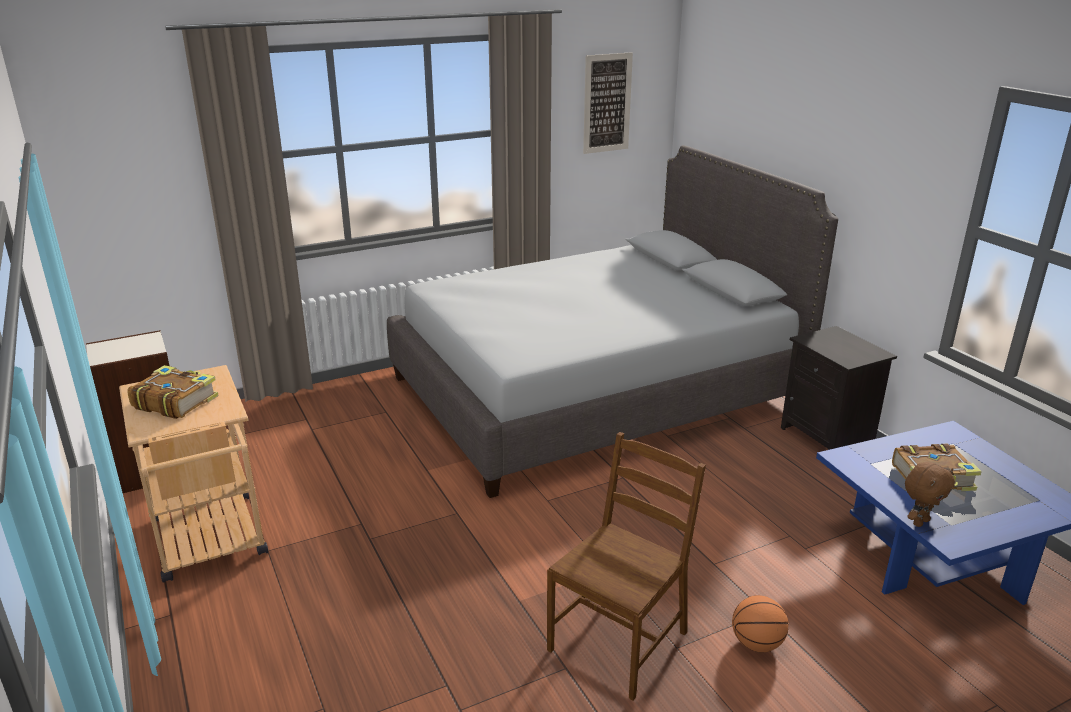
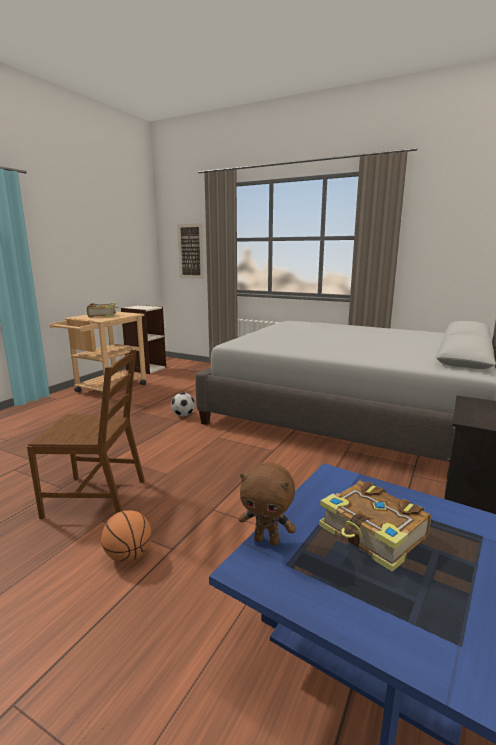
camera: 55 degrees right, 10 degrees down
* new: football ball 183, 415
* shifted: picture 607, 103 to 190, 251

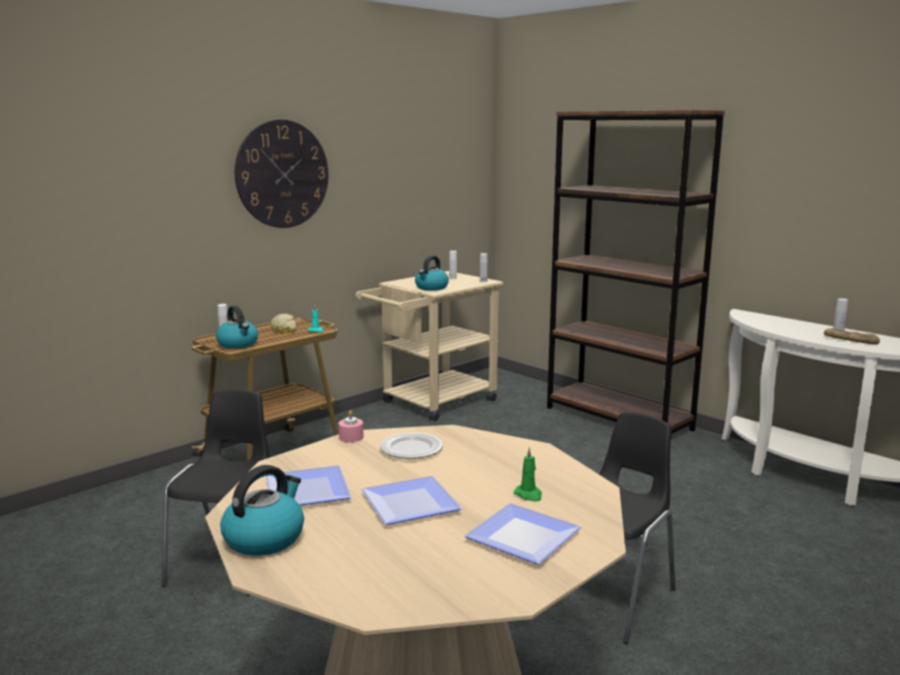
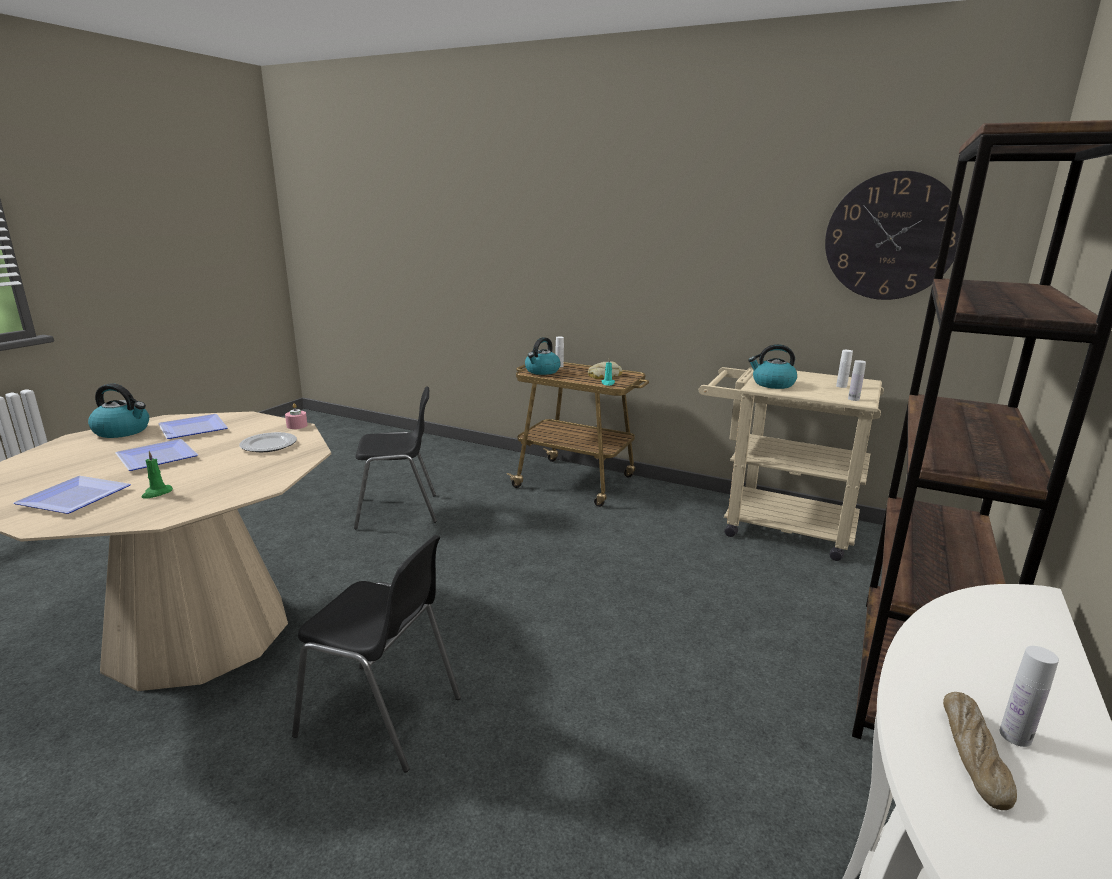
camera: 70 degrees right, 5 degrees up
* shifted: wall clock 282, 174 to 891, 237

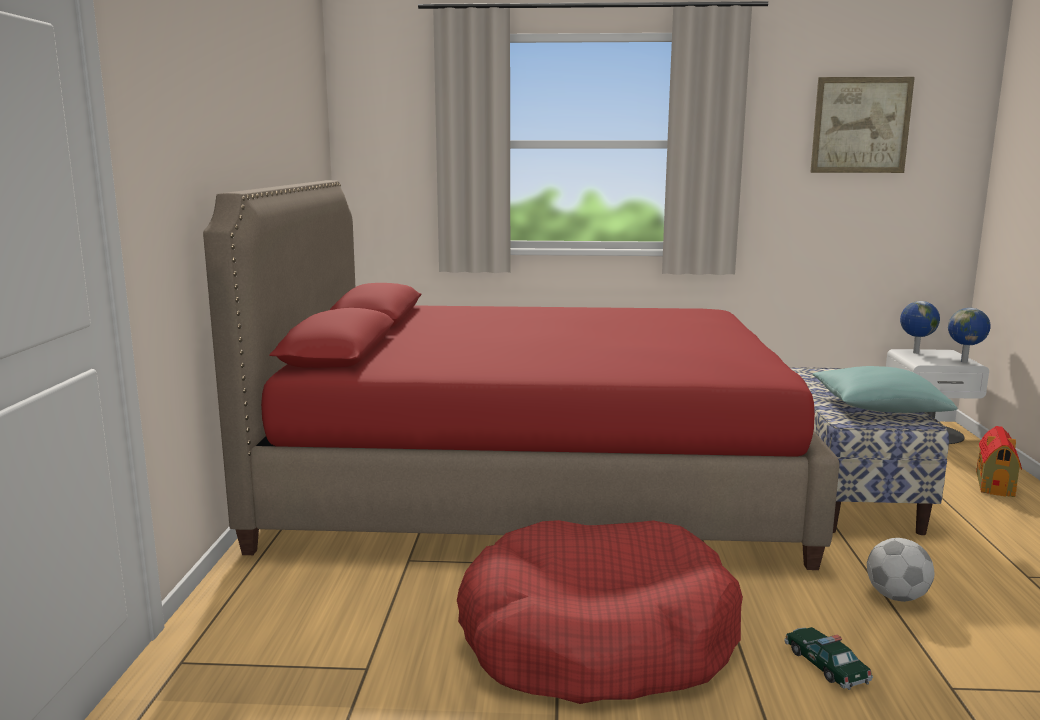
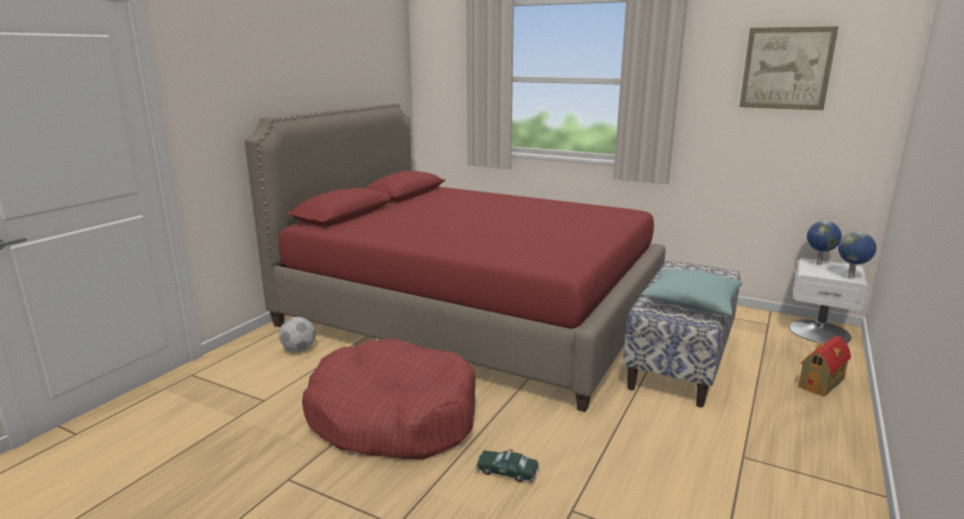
camera: 25 degrees right, 5 degrees up
* shifted: football ball 895, 596 to 298, 349
* rotated: miniature car 825, 665 = 507, 471 75 degrees counterclockwise

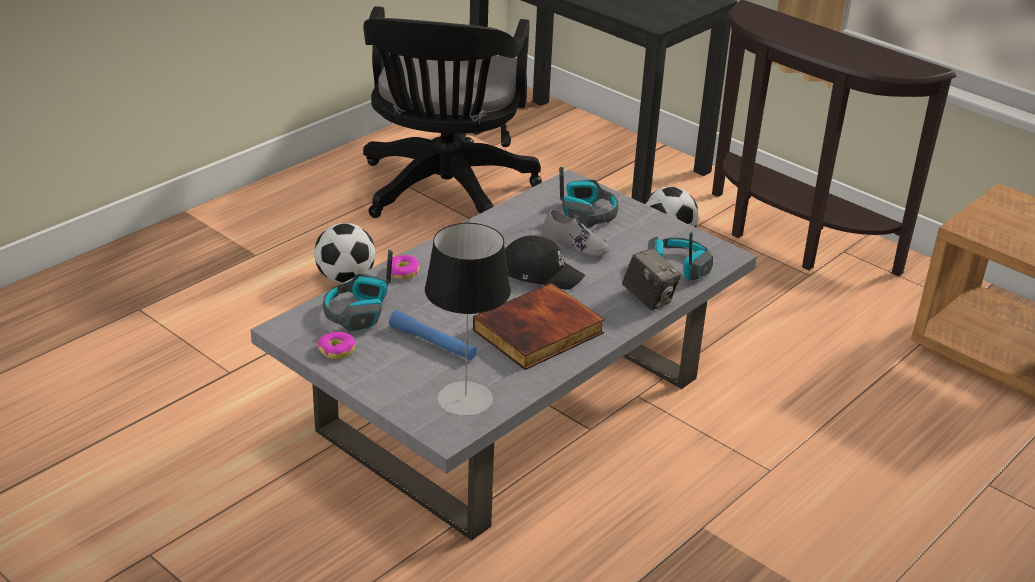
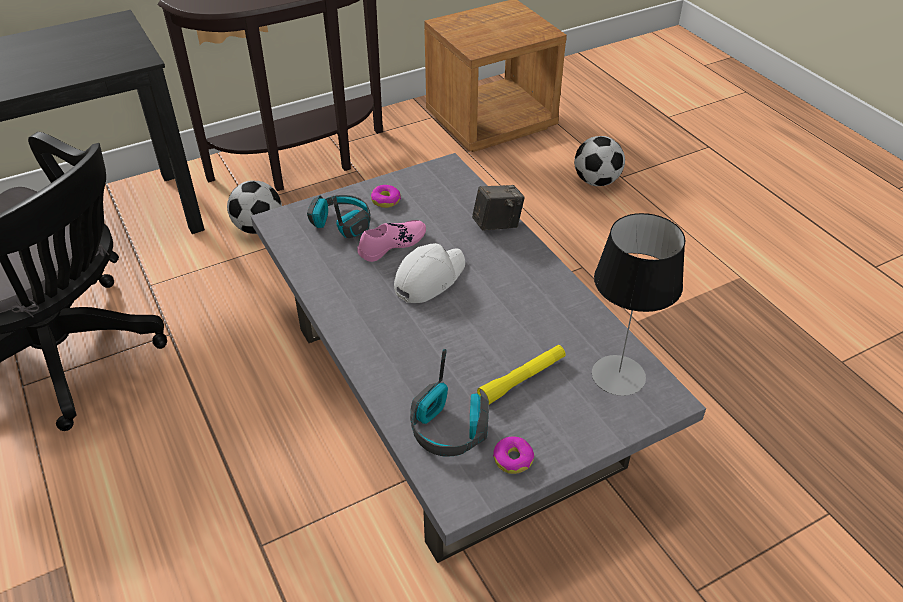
camera: 70 degrees left, 10 degrees up
* gone: volume 539, 333
* gone: pair of headphones 677, 267
* shifted: football ball 346, 278 to 596, 181
* shifted: donut 402, 272 to 386, 200
* repainted: bluish hand torch 432, 343 to yellowish hand torch 522, 379
* repainted: black-coloured peaked cap 540, 273 to white-coloured peaked cap 429, 278
* repainted: grey shoe 576, 245 to pink-coloured shoe 392, 244

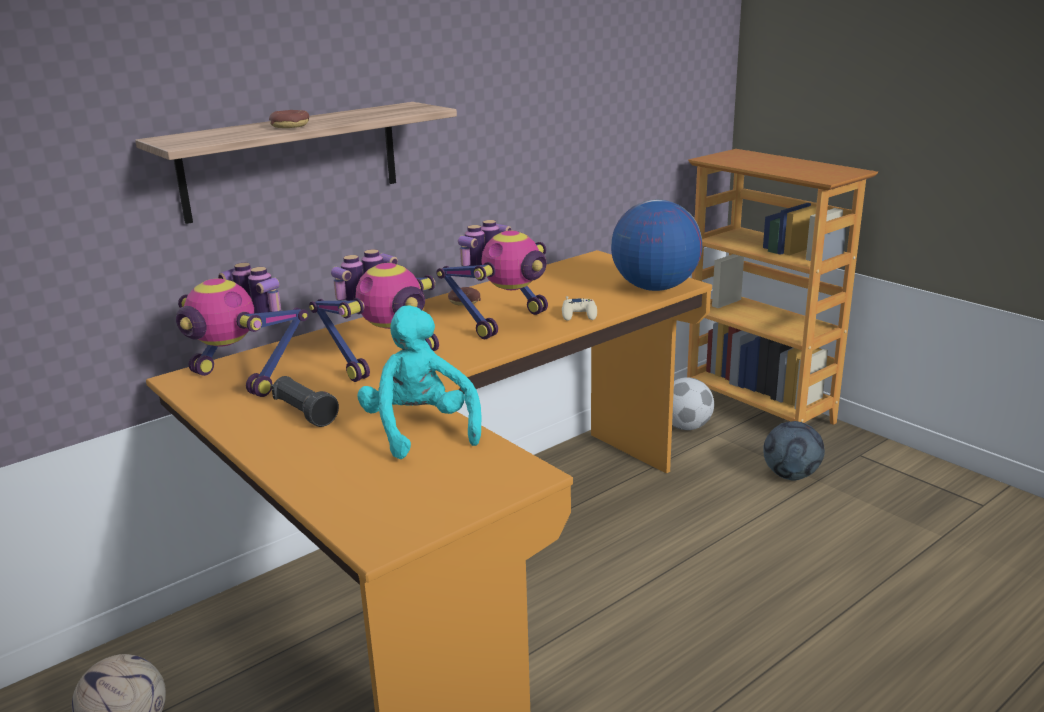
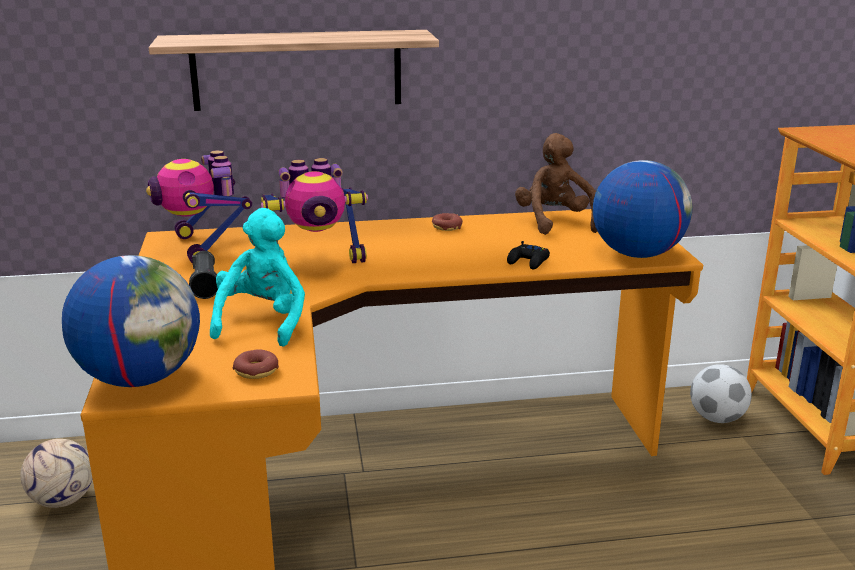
camera: 30 degrees right, 0 degrees up
* gone: toy robot 503, 321
* gone: football ball 791, 475
* new: desk globe 140, 378
* new: brownish cuddly toy 555, 222
* shifted: donut 290, 126 to 256, 371
* repainted: beige-coloured joypad 579, 314 to black-coloured joypad 528, 261

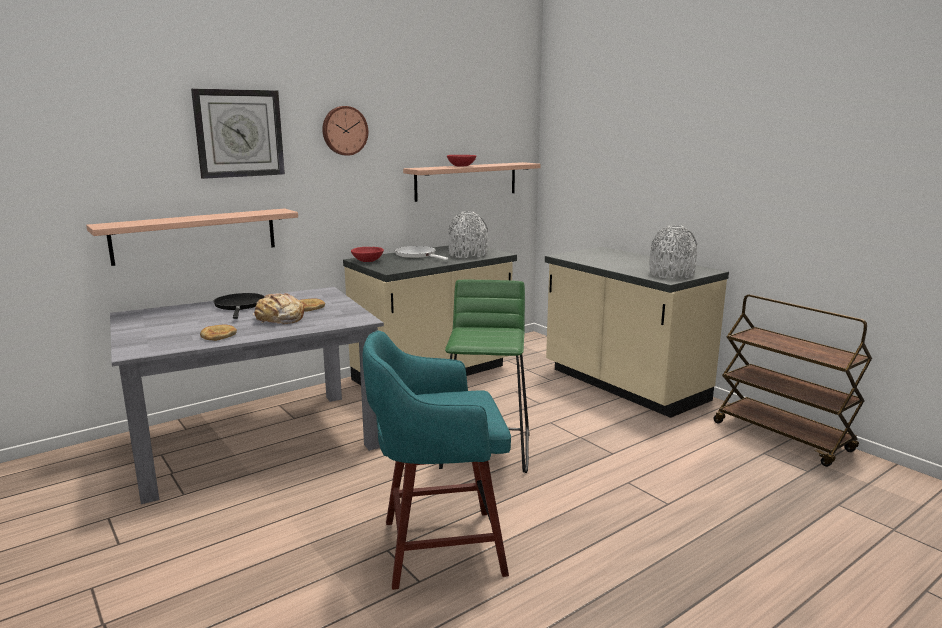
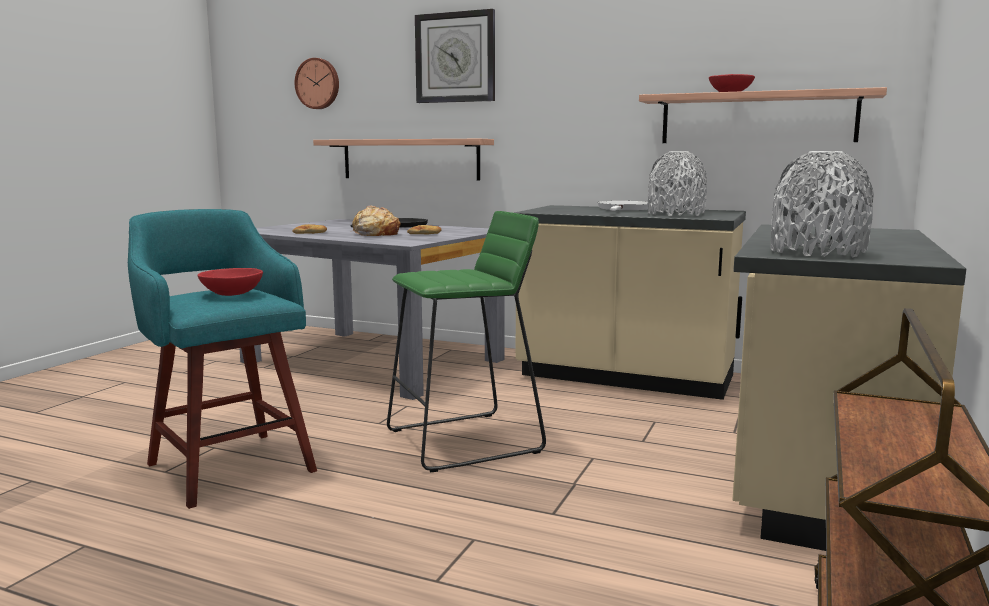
camera: 60 degrees right, 5 degrees down
* shifted: wall clock 344, 130 to 318, 83
* shifted: red-coloured serving bowl 368, 261 to 232, 294

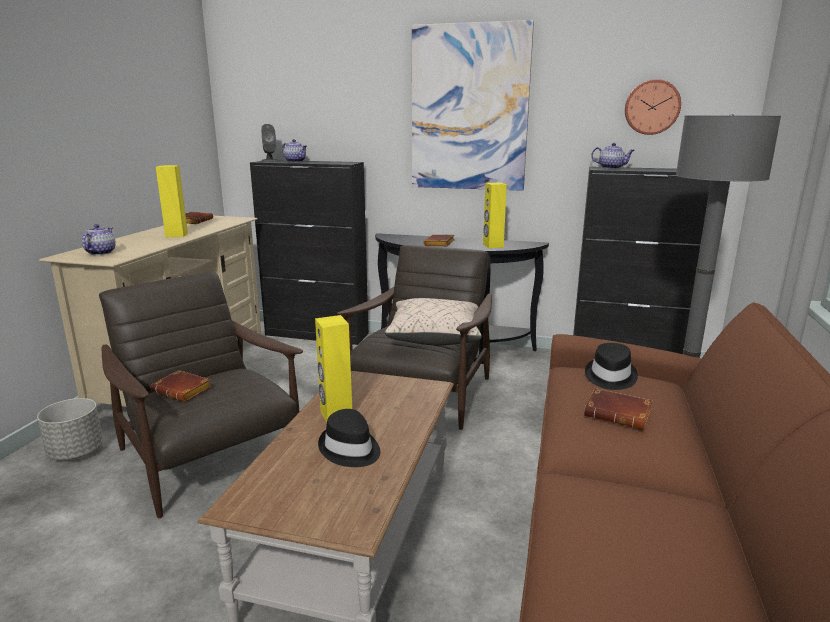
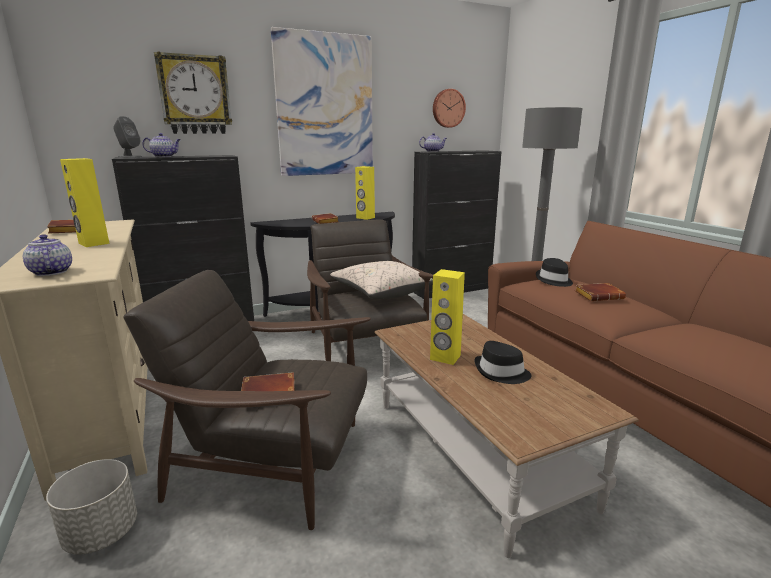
camera: 40 degrees left, 0 degrees up
* new: wall clock 195, 95

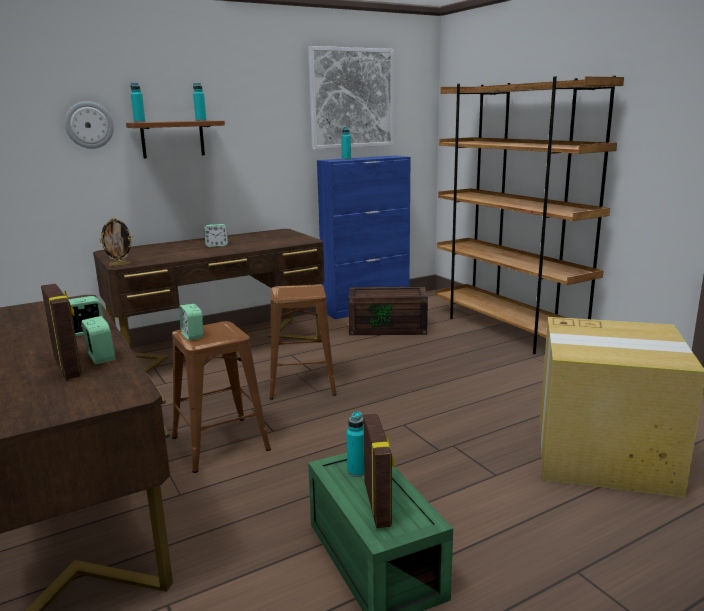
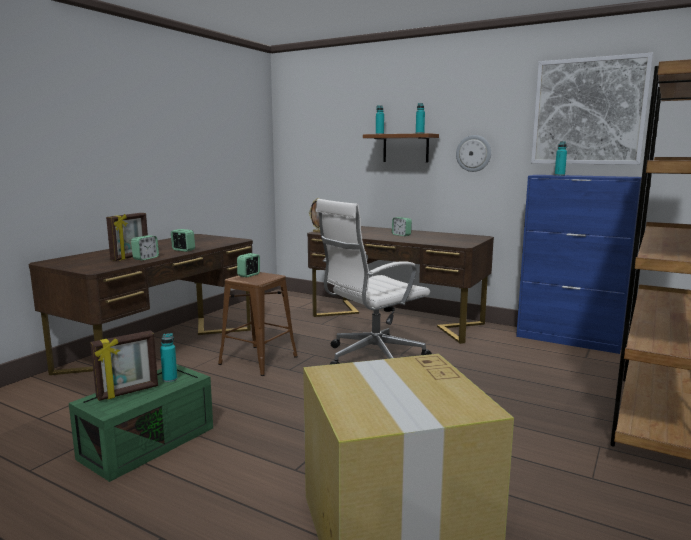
camera: 60 degrees right, 5 degrees down
* gone: brownish storage box 388, 328
* shifted: wall clock 89, 125 to 473, 153
* swapped: brownish stool 302, 384 to white-coloured office chair 372, 358

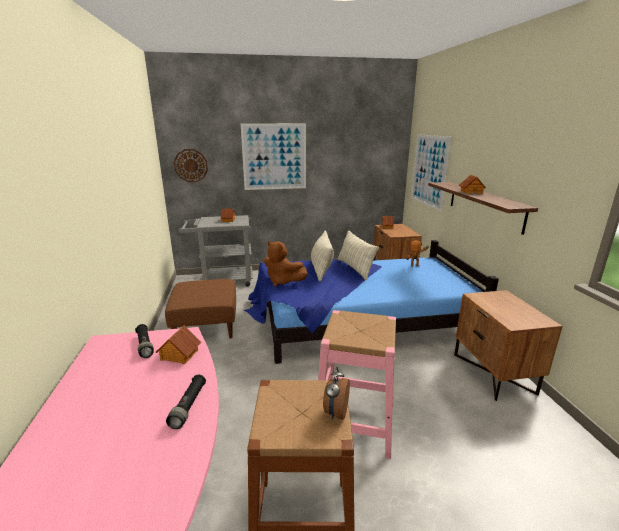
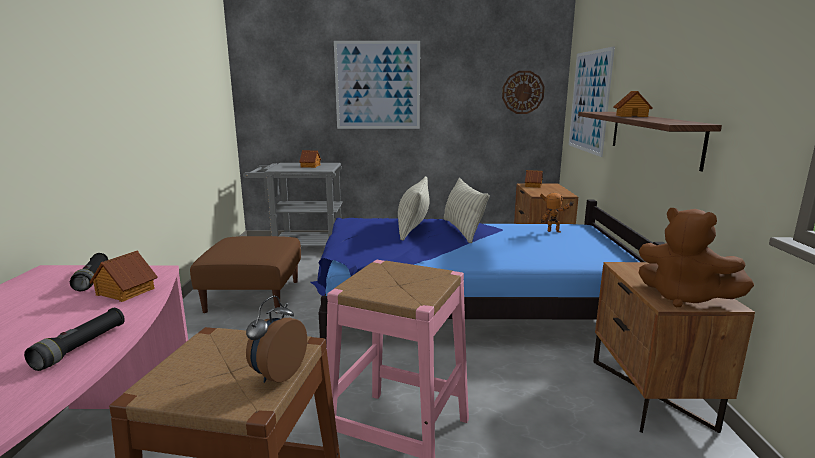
camera: 10 degrees right, 5 degrees down
* shifted: wall clock 191, 165 to 523, 92
* shifted: brownish cuddly toy 282, 282 to 683, 298

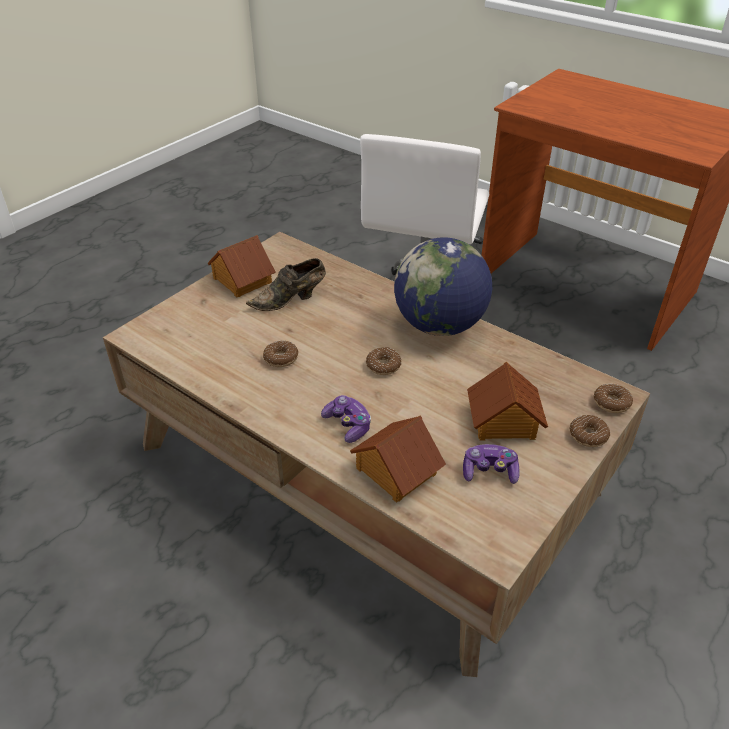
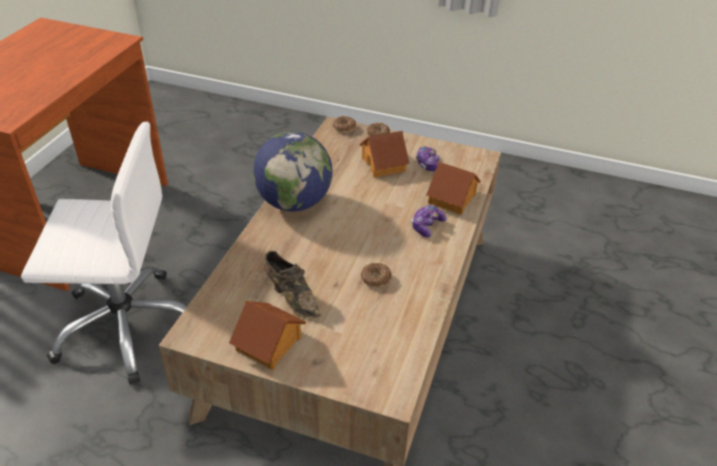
camera: 110 degrees left, 0 degrees up
* gone: donut 383, 366

